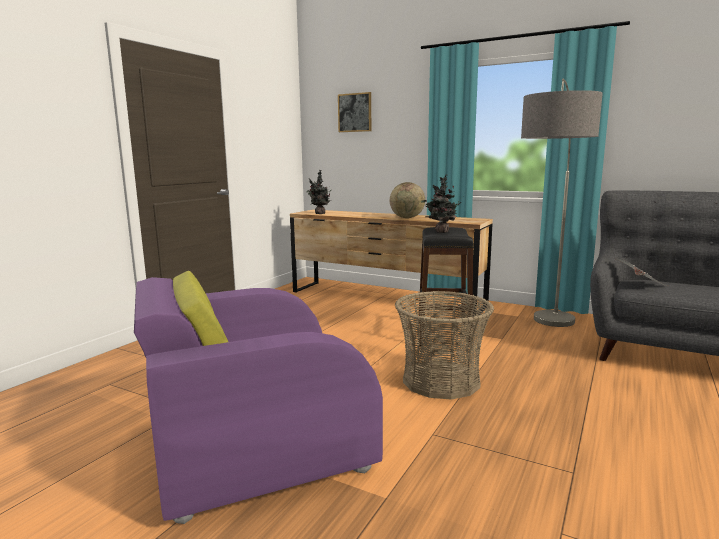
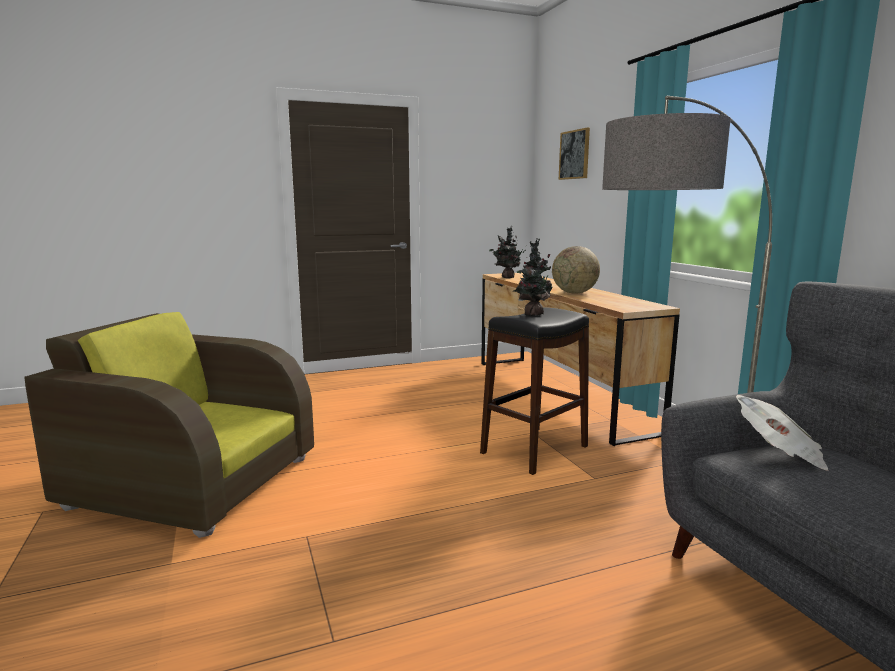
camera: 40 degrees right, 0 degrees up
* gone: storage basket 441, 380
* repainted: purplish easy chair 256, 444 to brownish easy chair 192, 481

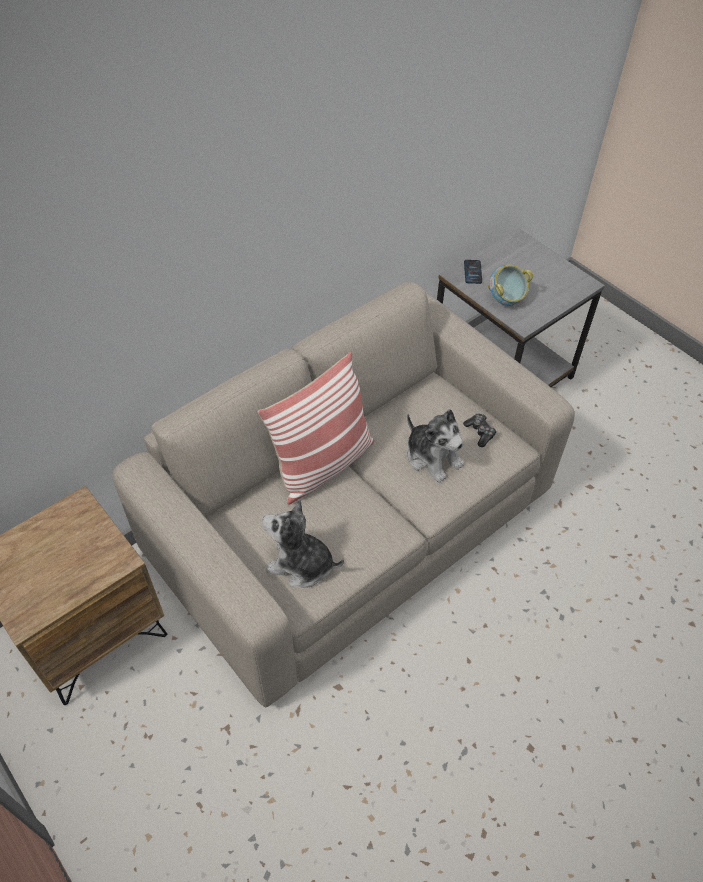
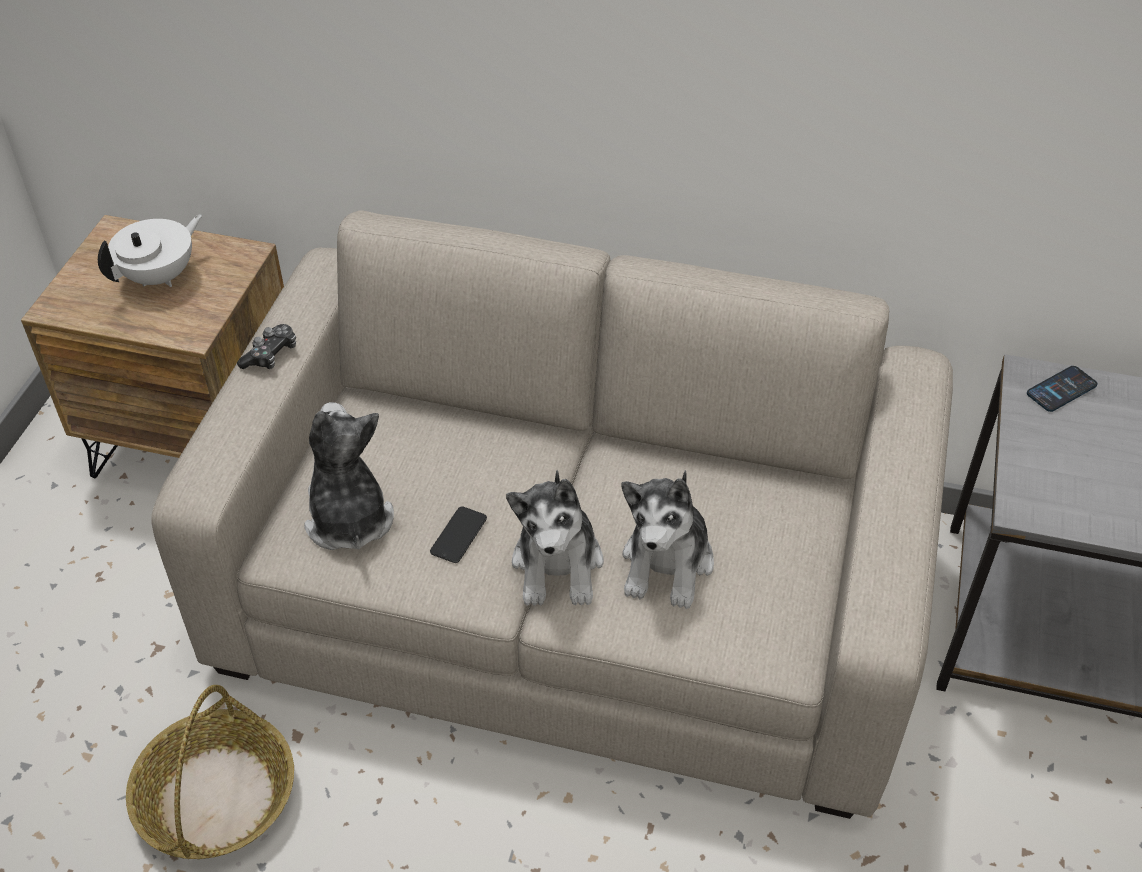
camera: 55 degrees right, 5 degrees down
* gone: pillow 323, 464
* gone: serving bowl 506, 300
* new: white-coloured pot for tea 160, 276
* new: storage basket 216, 797
* new: telephone 458, 535
* new: cuddly toy 558, 564
* shifted: joypad 480, 432 to 271, 355

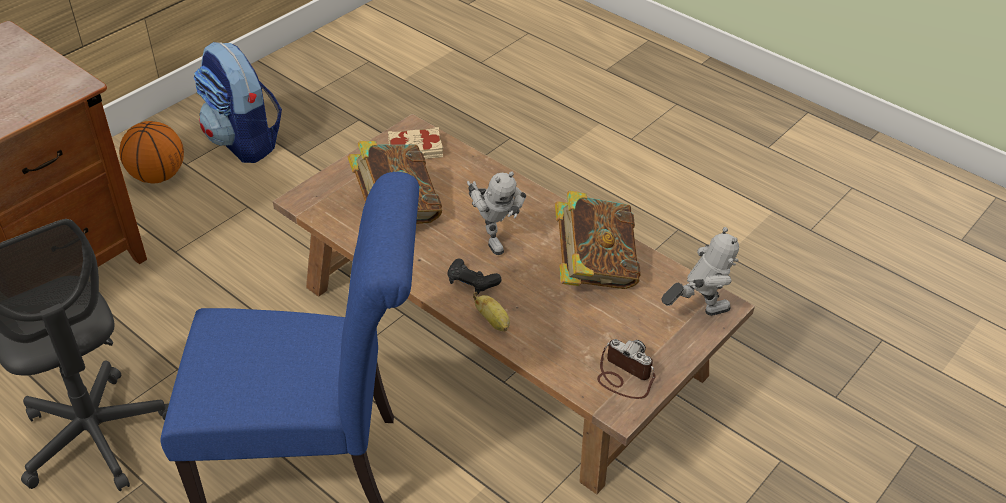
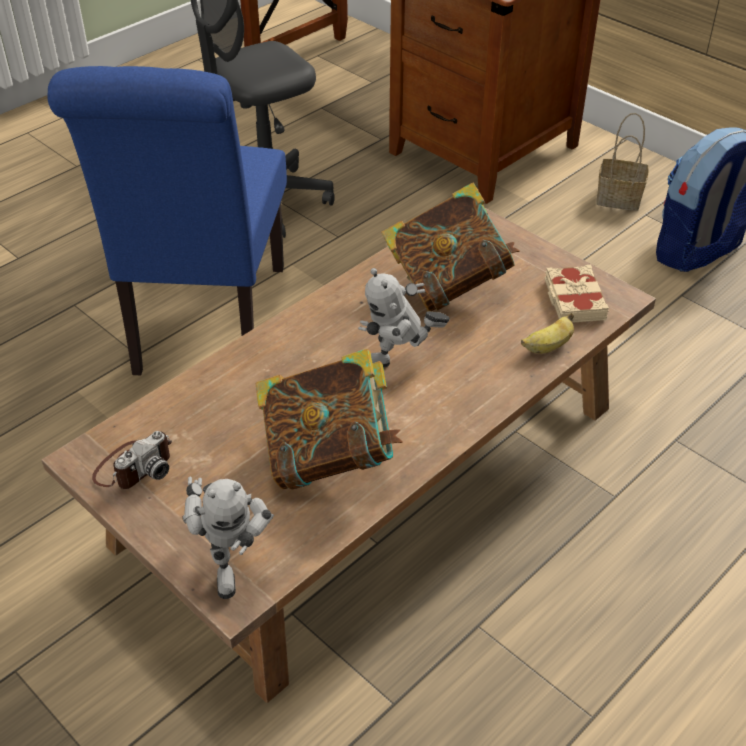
camera: 95 degrees right, 0 degrees up
* gone: black-coloured joypad 472, 282
* shifted: whole banana 493, 321 to 547, 347
* swapped: ball for basketball 158, 176 to storage basket 620, 198

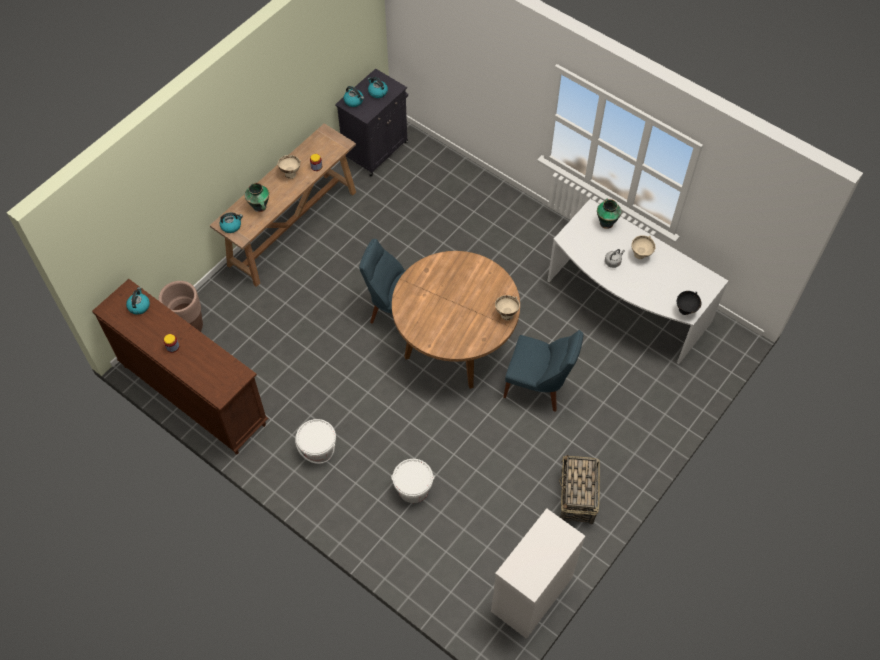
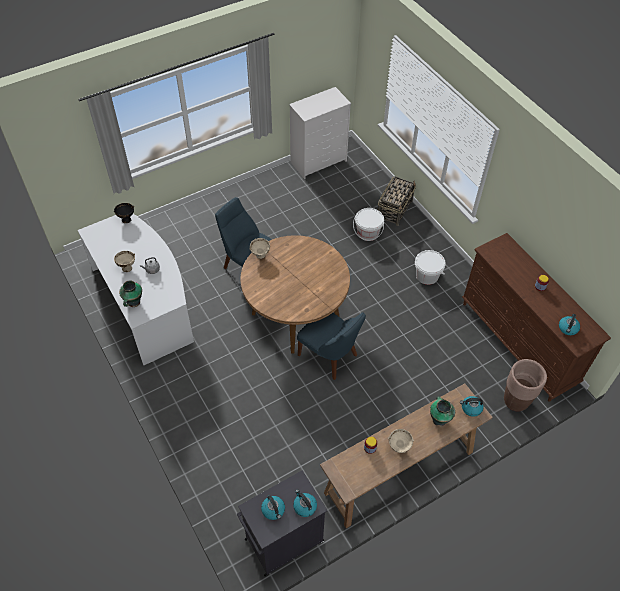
camera: 160 degrees left, 5 degrees down
* shifted: storage basket 577, 497 to 395, 209

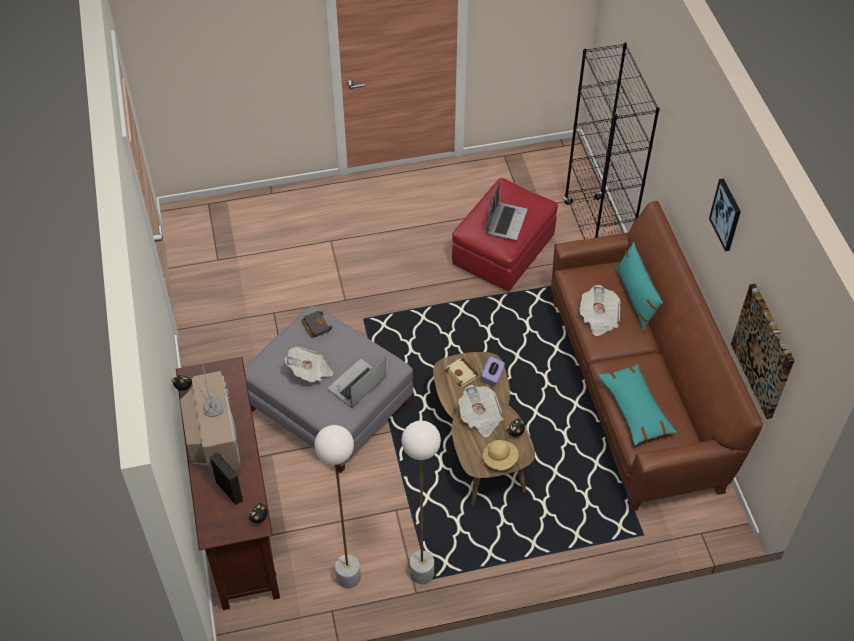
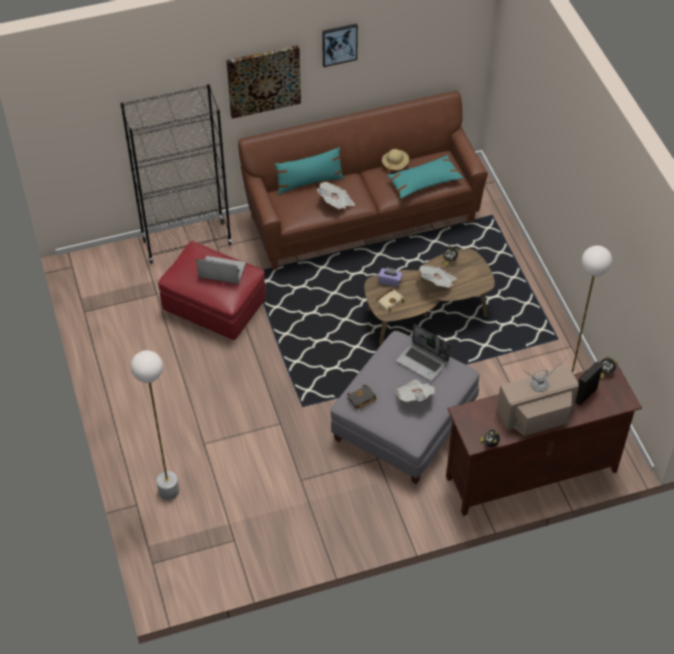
camera: 95 degrees left, 0 degrees up
* shifted: white-coloured standing lamp 422, 573 to 168, 491
* shifted: beige-coloured hat 500, 459 to 395, 164
* shifted: picture 764, 351 to 263, 80

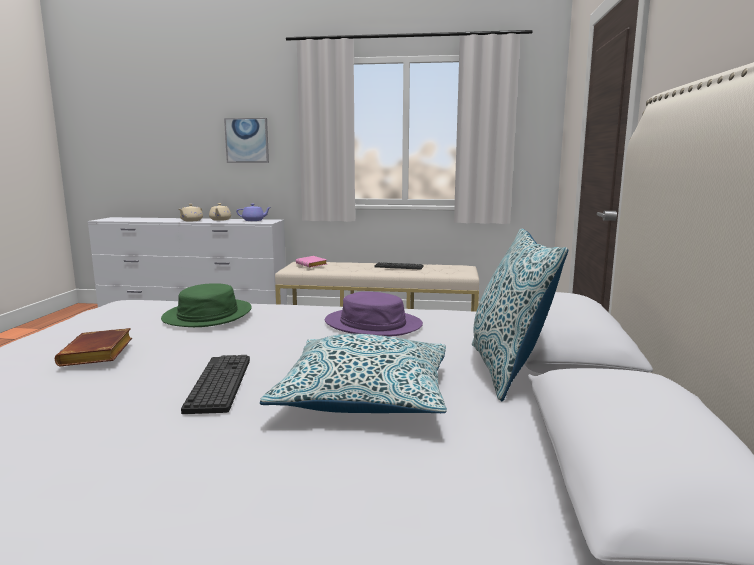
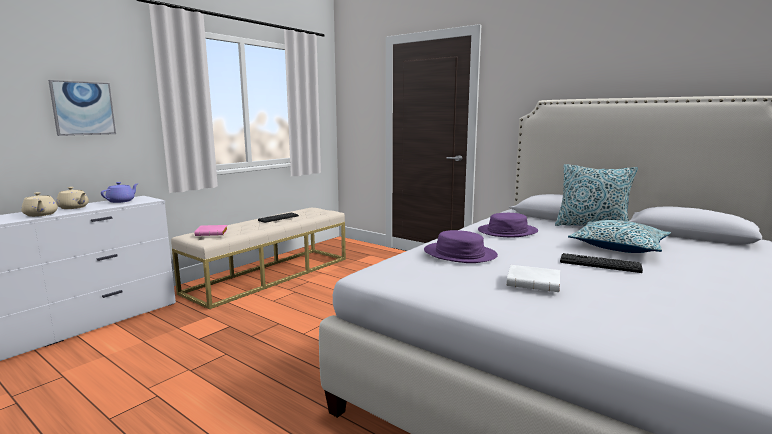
camera: 60 degrees left, 0 degrees up
* repainted: brownish volume 98, 354 to white-coloured volume 534, 283
* repainted: green hat 207, 315 to purplish hat 459, 254

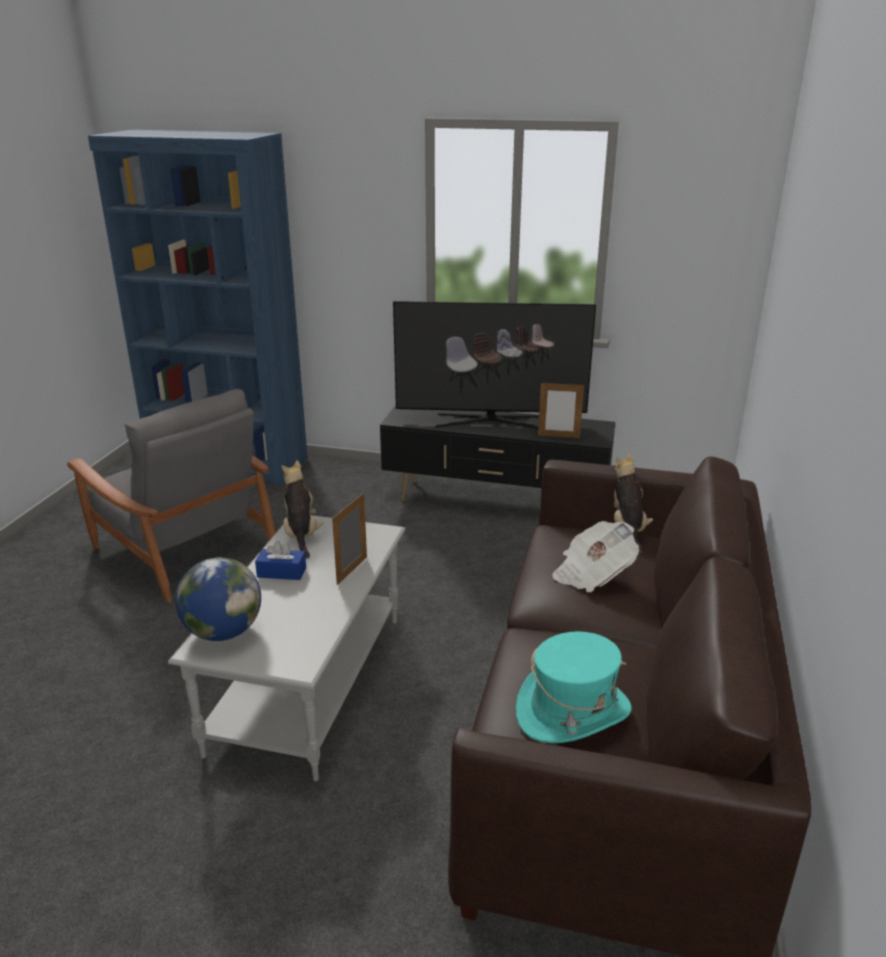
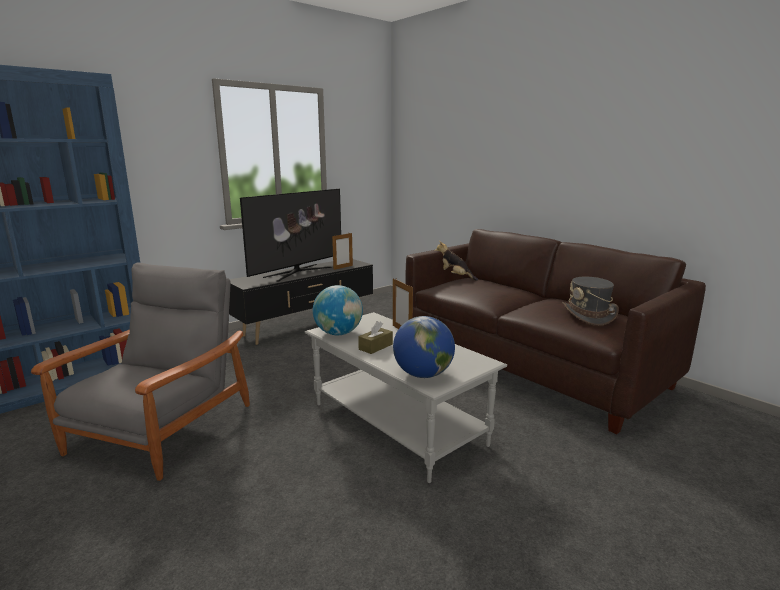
camera: 55 degrees left, 10 degrees down
* gone: newspaper 592, 574
* swapped: cuddly toy 301, 534 to desk globe 338, 333
* repainted: bluish tissue holder 281, 572 to brownish tissue holder 375, 347
* repainted: blue-green hat 573, 712 to grey hat 588, 315
* rotated: grey easy chair 183, 548 = 161, 429 60 degrees counterclockwise

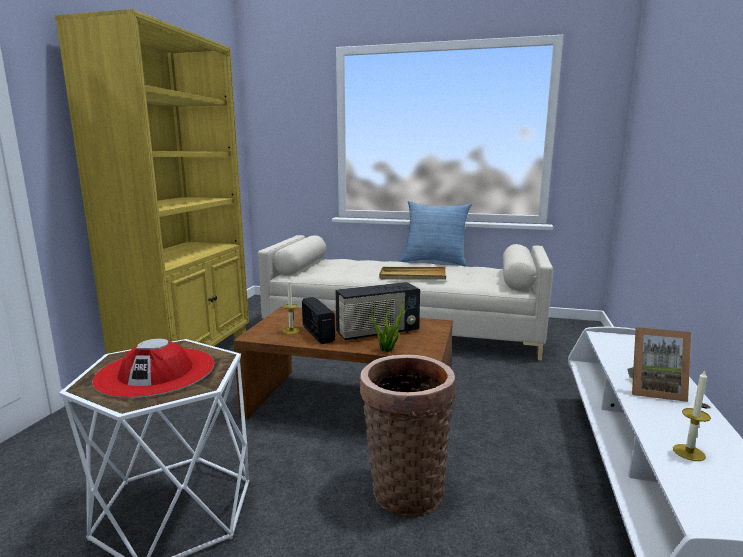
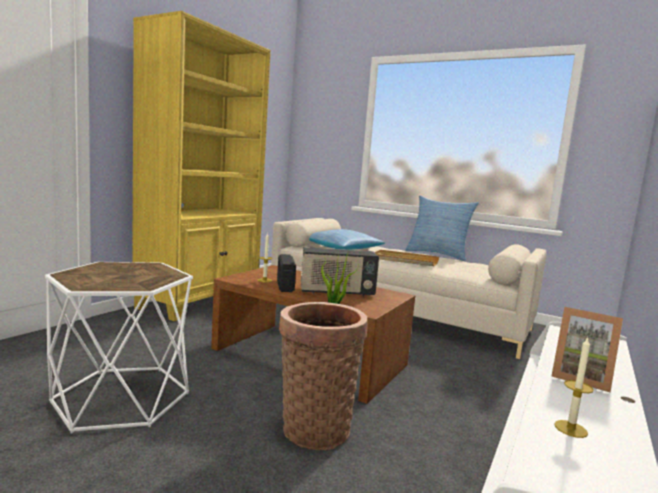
camera: 15 degrees right, 5 degrees down
* gone: red-coloured hat 156, 372
* new: pillow 341, 248

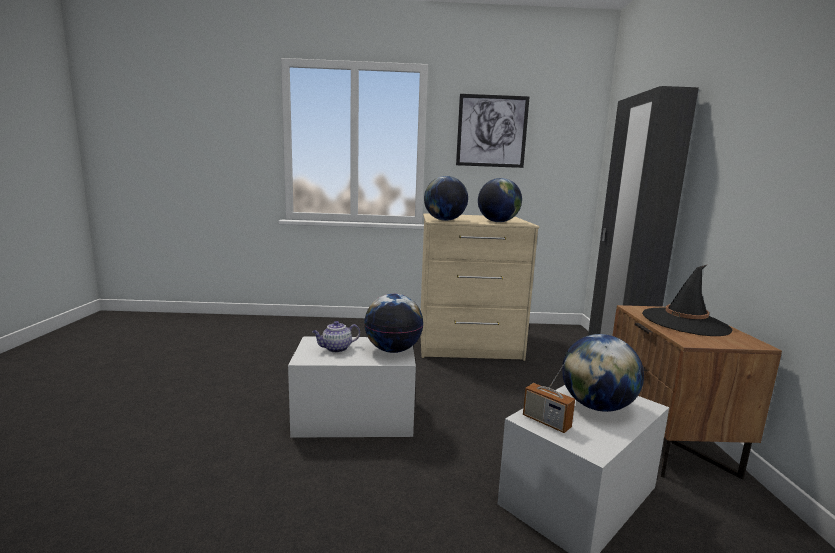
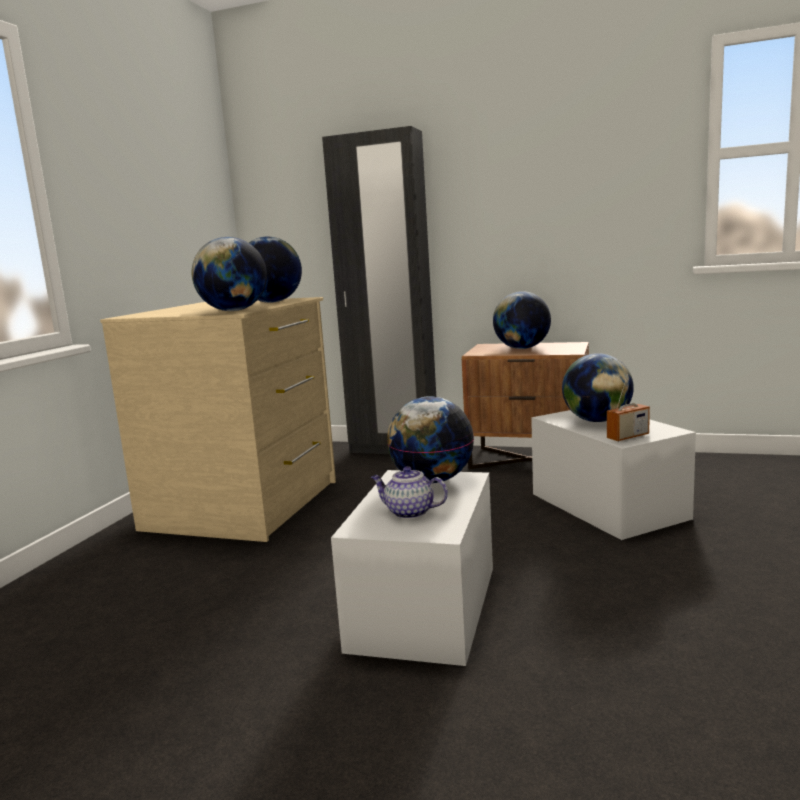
camera: 70 degrees left, 0 degrees up
* gone: picture 492, 131
* swapped: black-coloured hat 685, 322 to desk globe 522, 348
* rotated: pot for tea 336, 349 = 408, 512 120 degrees clockwise

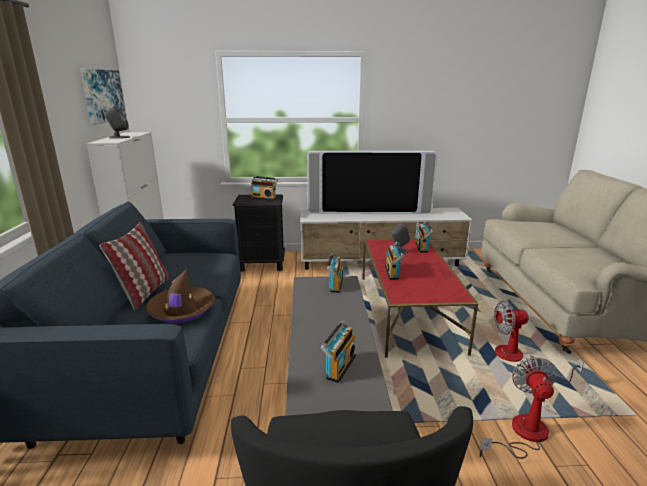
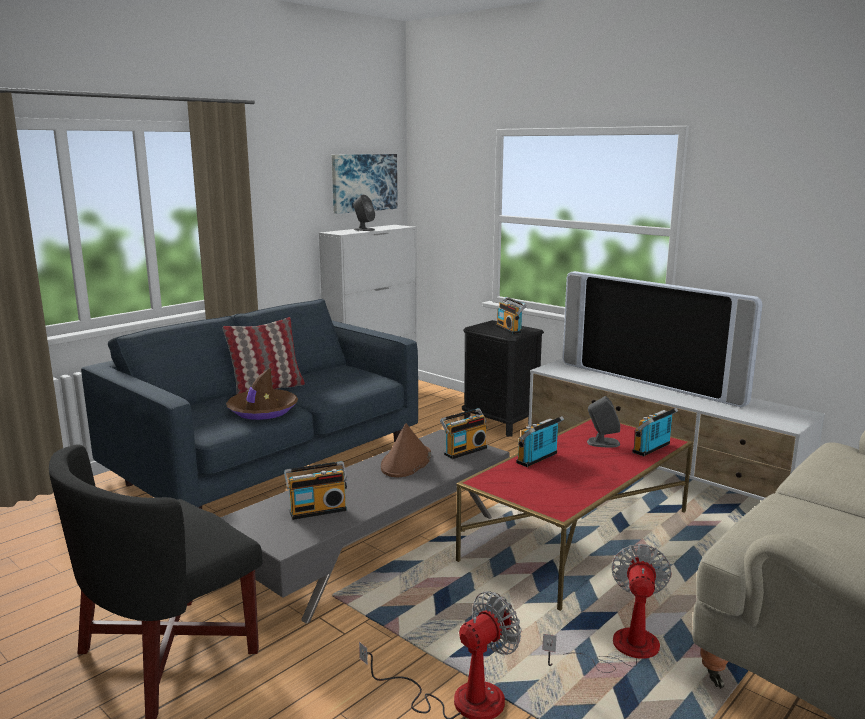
camera: 45 degrees right, 5 degrees down
* new: brownish hat 406, 462
* rotated: fan 518, 359 = 621, 650 60 degrees clockwise

